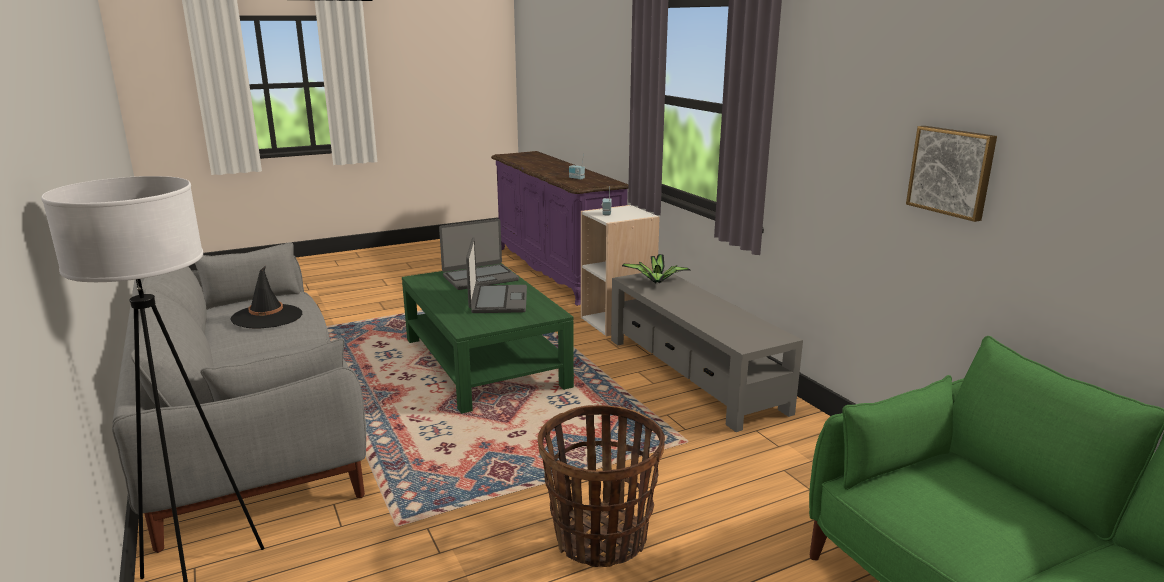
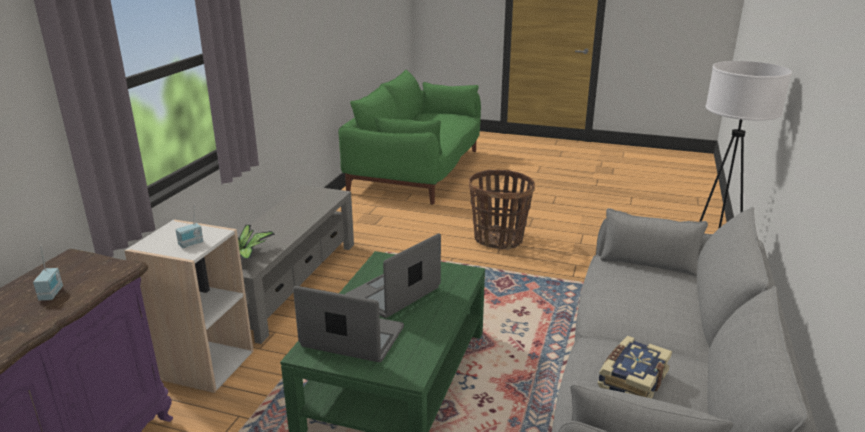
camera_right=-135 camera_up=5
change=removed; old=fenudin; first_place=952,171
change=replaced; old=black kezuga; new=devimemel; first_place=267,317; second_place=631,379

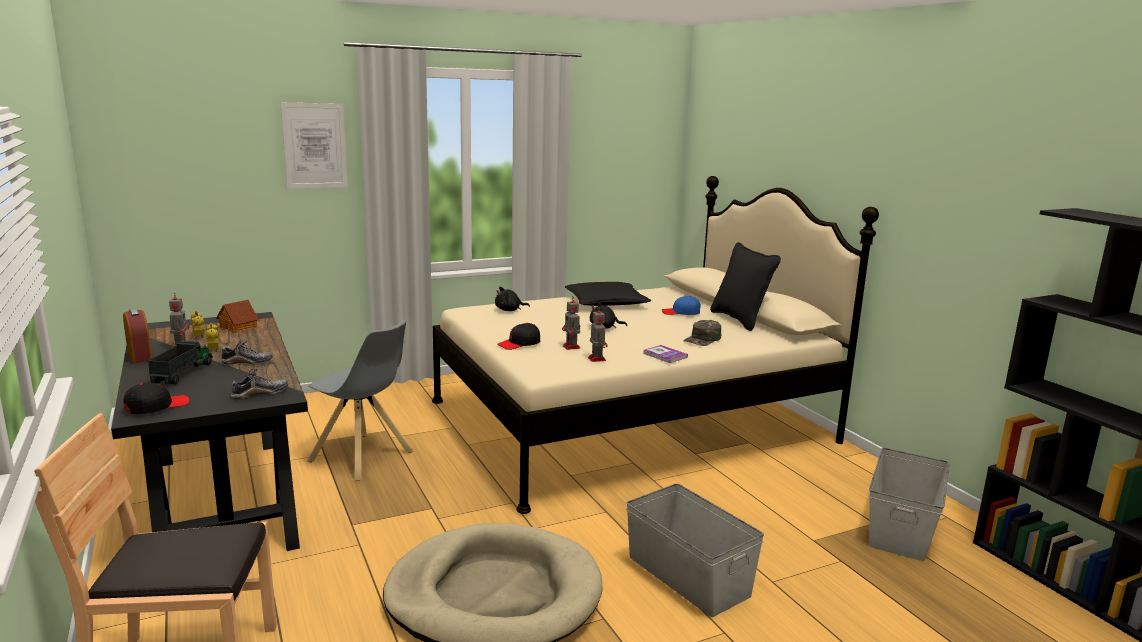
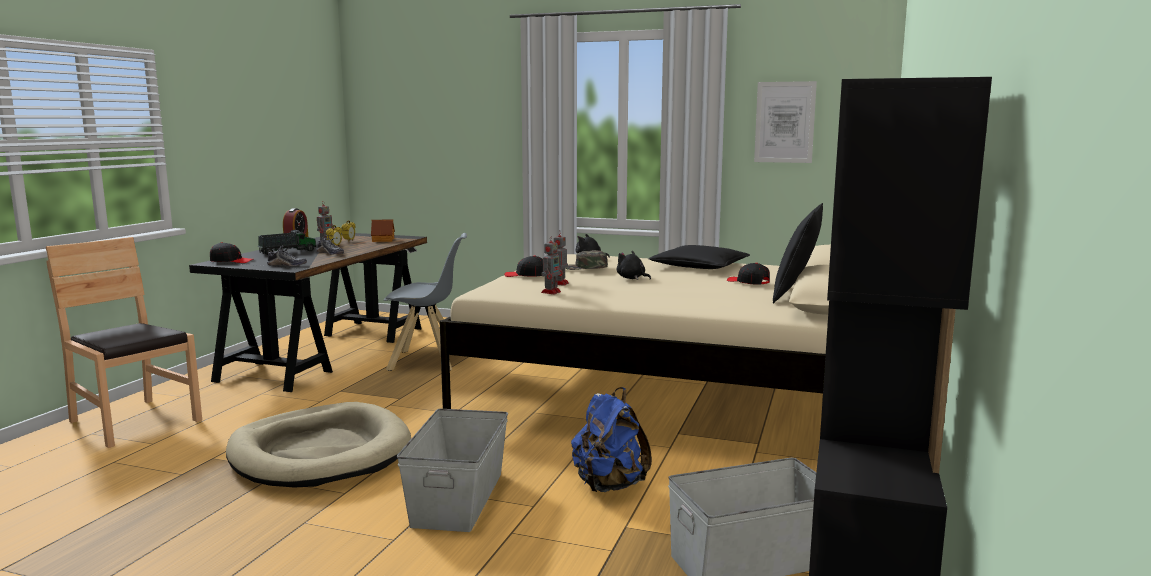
camera_right=45 camera_up=-5
change=removed; old=devimemel; first_place=665,355
change=added; new=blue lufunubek; second_place=609,485
change=moved; old=fenudin; first_place=314,145; second_place=784,122
change=moved; old=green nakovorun; first_place=703,339; second_place=584,267
change=recoloured; old=blue nakovorun; new=black nakovorun; first_place=681,313; second_place=748,282
change=turned; old=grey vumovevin; first_place=363,457; second_place=428,361; degrees=-75

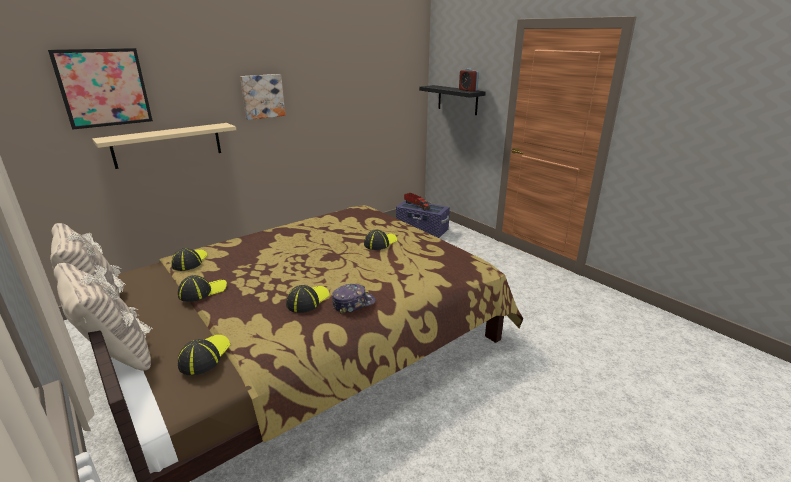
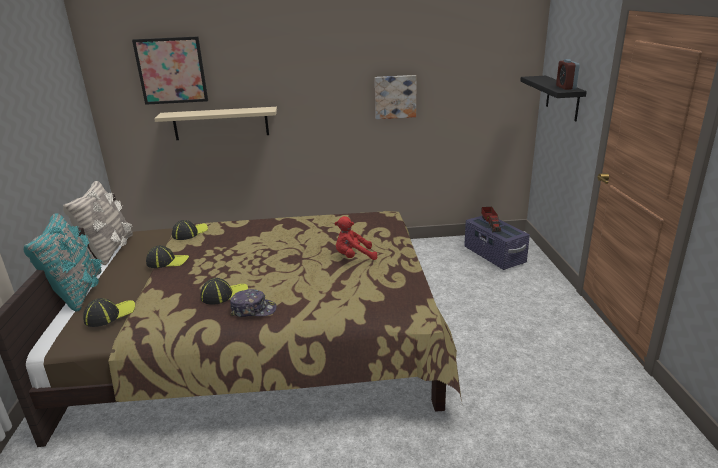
camera_right=35 camera_up=0
change=moved; old=fenudin; first_place=262,96; second_place=395,96
change=replaced; old=nakovorun; new=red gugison; first_place=380,242; second_place=353,257
change=recoloured; old=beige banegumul; new=turquoise banegumul; first_place=119,353; second_place=78,292

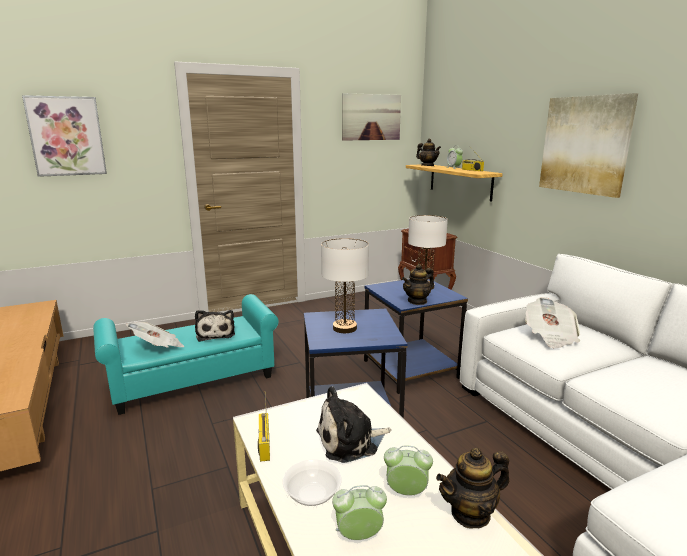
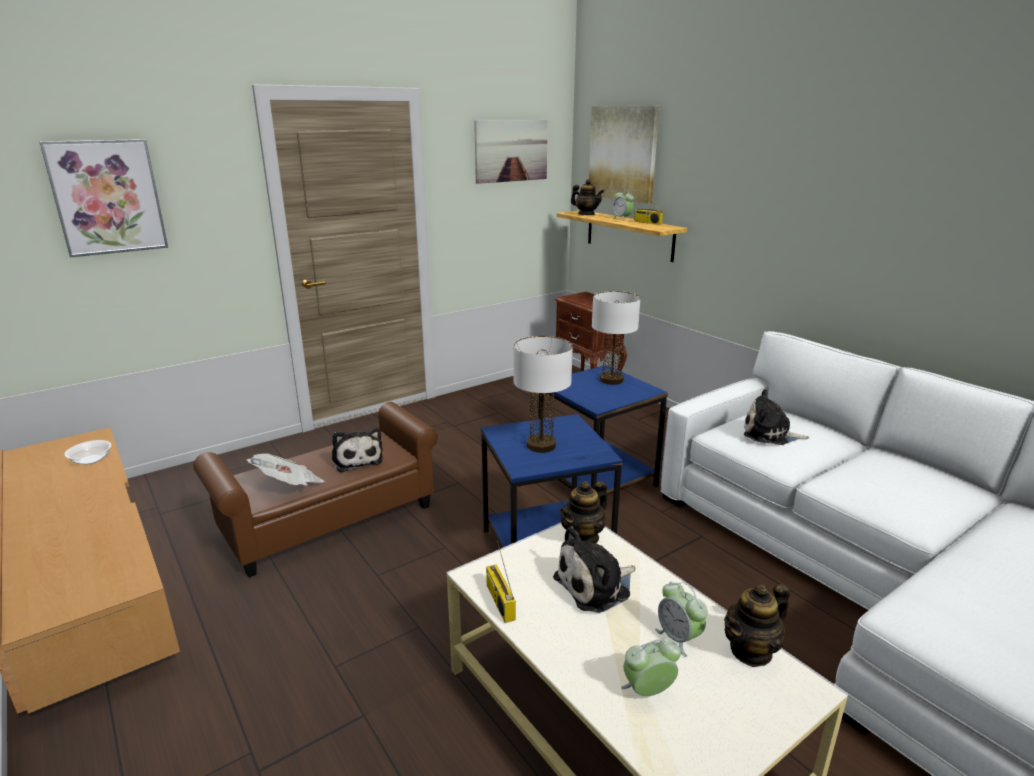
camera_right=-10 camera_up=5
change=moved; old=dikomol; first_place=312,494; second_place=91,460
change=moved; old=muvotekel; first_place=417,301; second_place=583,537
change=moved; old=fenudin; first_place=585,145; second_place=623,153
change=replaced; old=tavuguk; new=gugison; first_place=550,336; second_place=769,434
change=recoloured; old=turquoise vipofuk; new=brown vipofuk; first_place=194,380; second_place=330,521
change=turned; old=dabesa; first_place=406,493; second_place=678,638; degrees=-120

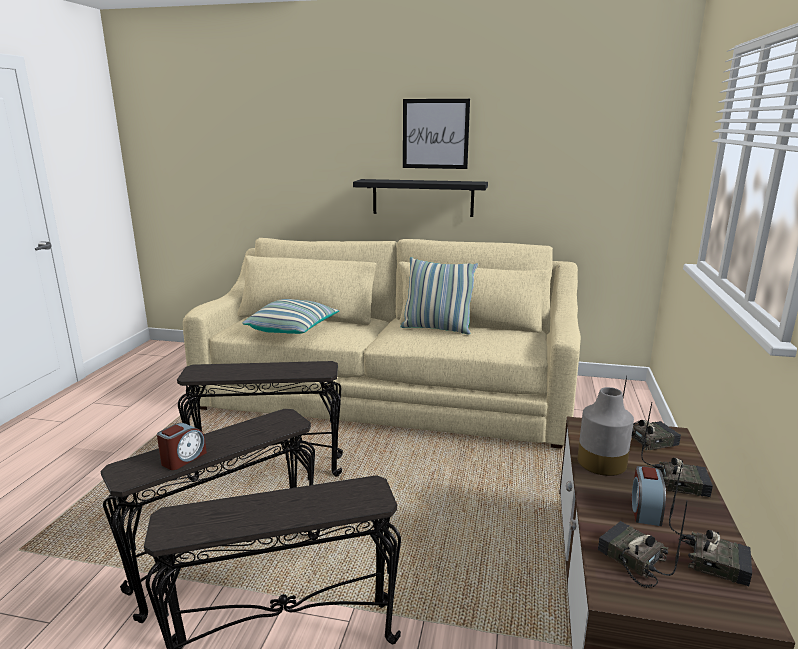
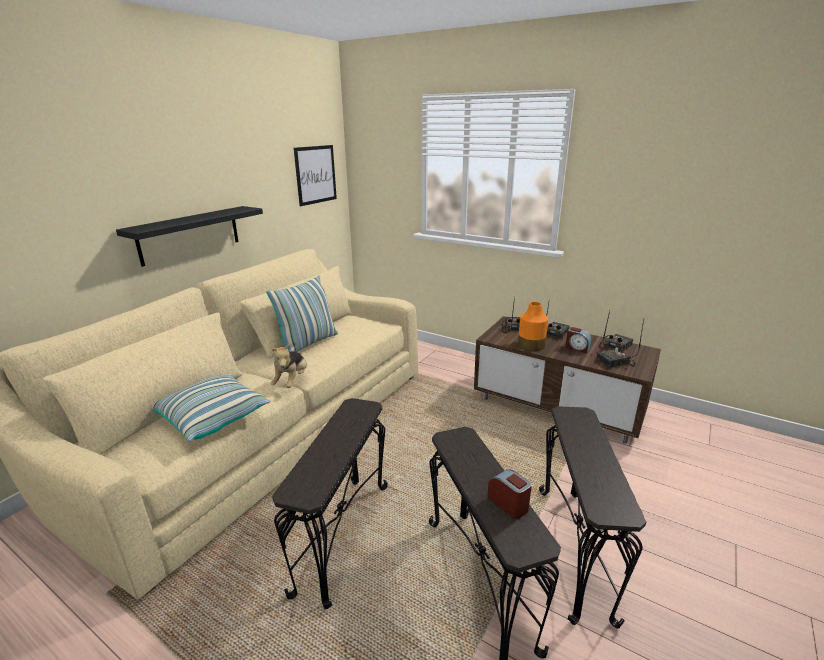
camera_right=-70 camera_up=5
change=added; new=gugison; second_place=292,381
change=moved; old=fenudin; first_place=435,134; second_place=315,174
change=recoloured; old=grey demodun; new=orange demodun; first_place=601,462; second_place=531,345

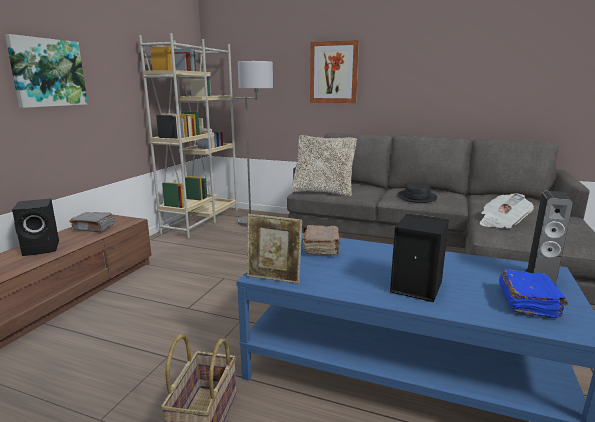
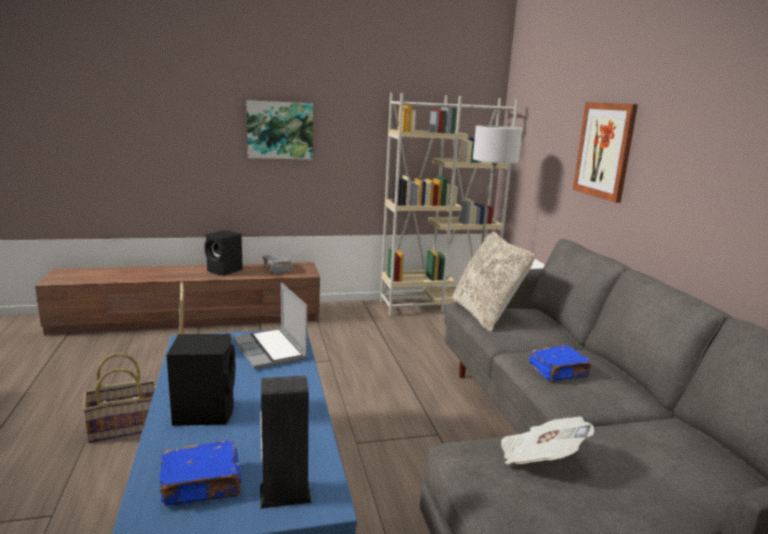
camera_right=55 camera_up=0
change=replaced; old=brown devimemel; new=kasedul; first_place=322,248; second_place=271,350
change=replaced; old=black kezuga; new=blue devimemel; first_place=417,197; second_place=559,372

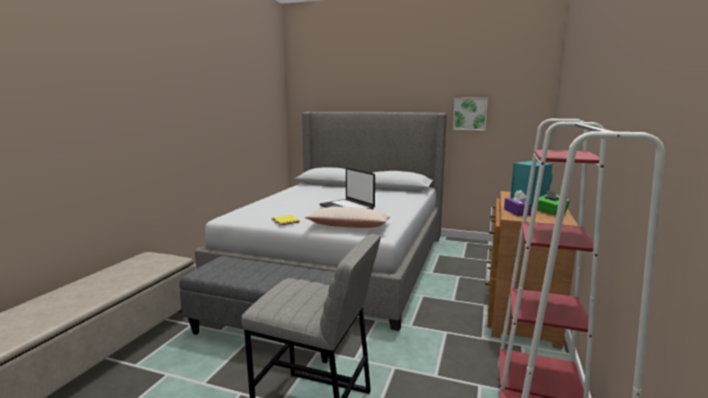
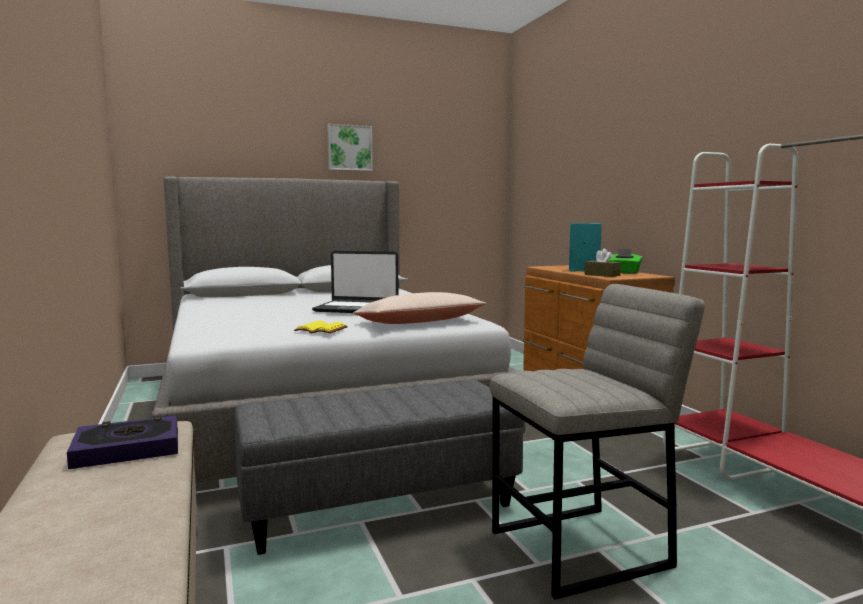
camera_right=-40 camera_up=-5
change=added; new=devimemel; second_place=127,449
change=moved; old=fenudin; first_place=470,114; second_place=349,148
change=recoloured; old=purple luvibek; new=brown luvibek; first_place=516,212; second_place=602,275

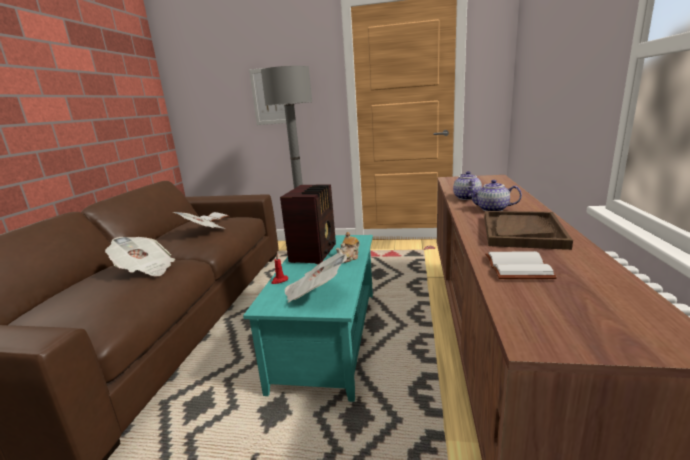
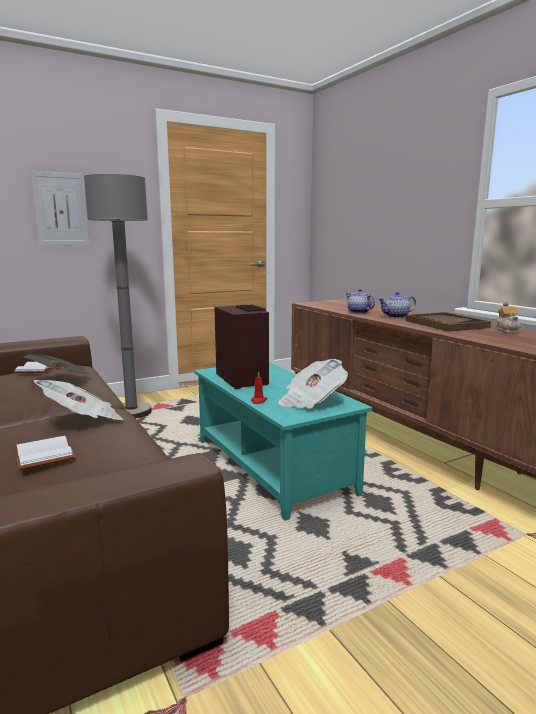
camera_right=-40 camera_up=-5
change=moved; old=muvotekel; first_place=349,258; second_place=507,330
change=moved; old=white devimemel; first_place=515,267; second_place=42,454

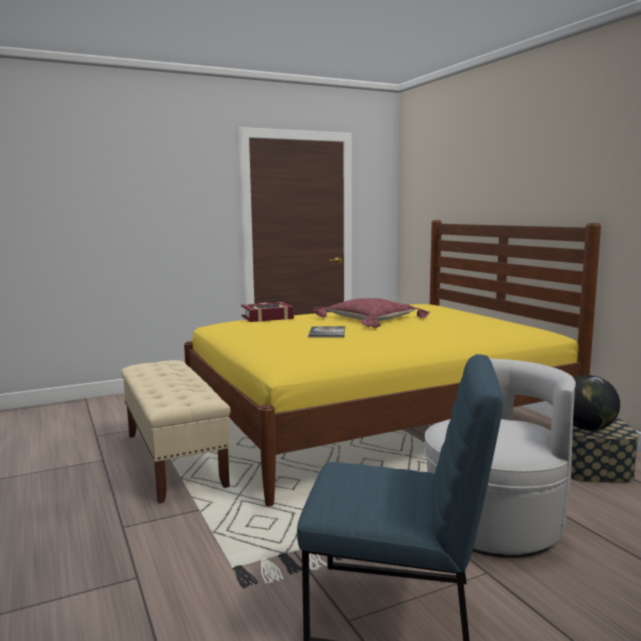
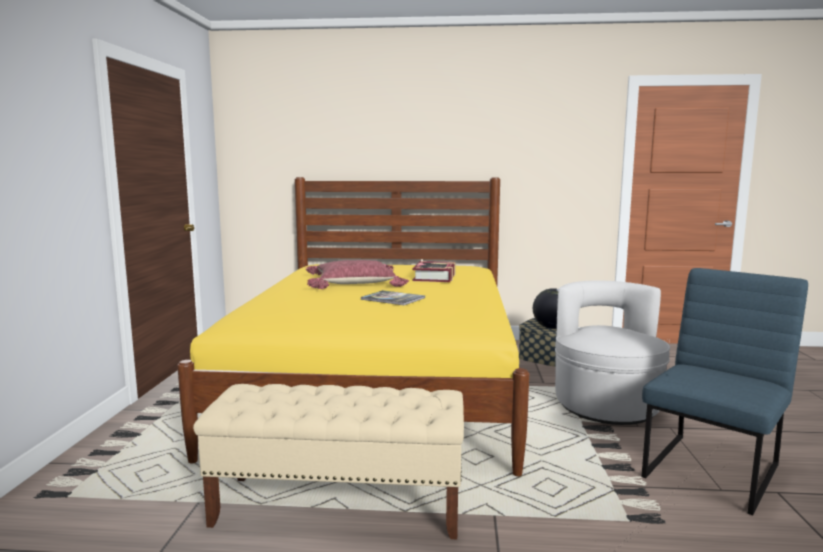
camera_right=-60 camera_up=0
change=moved; old=devimemel; first_place=267,317; second_place=435,277

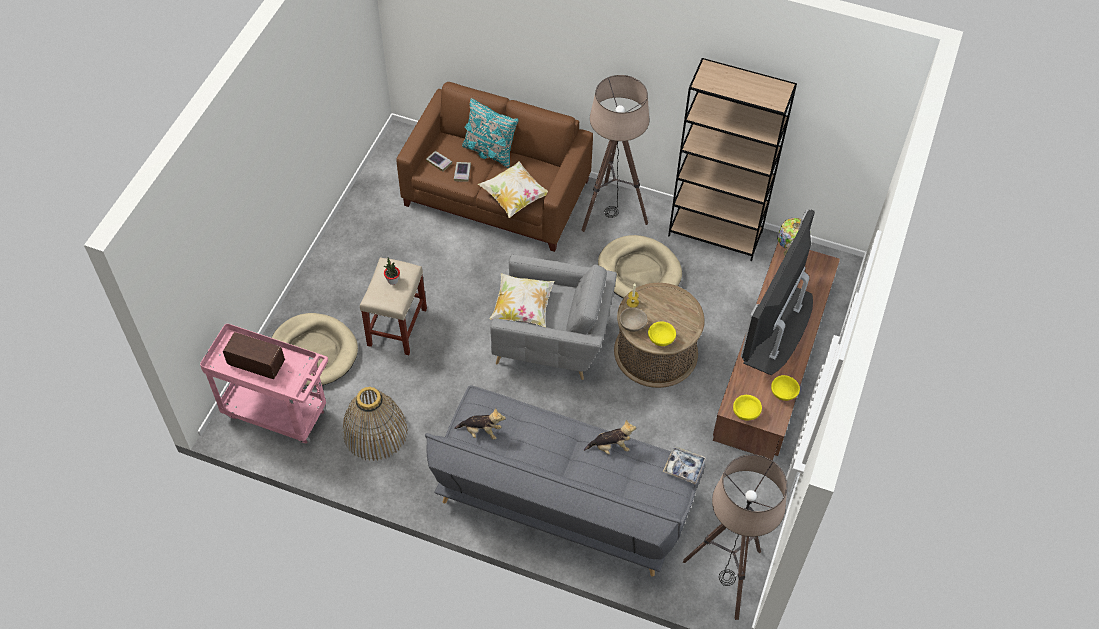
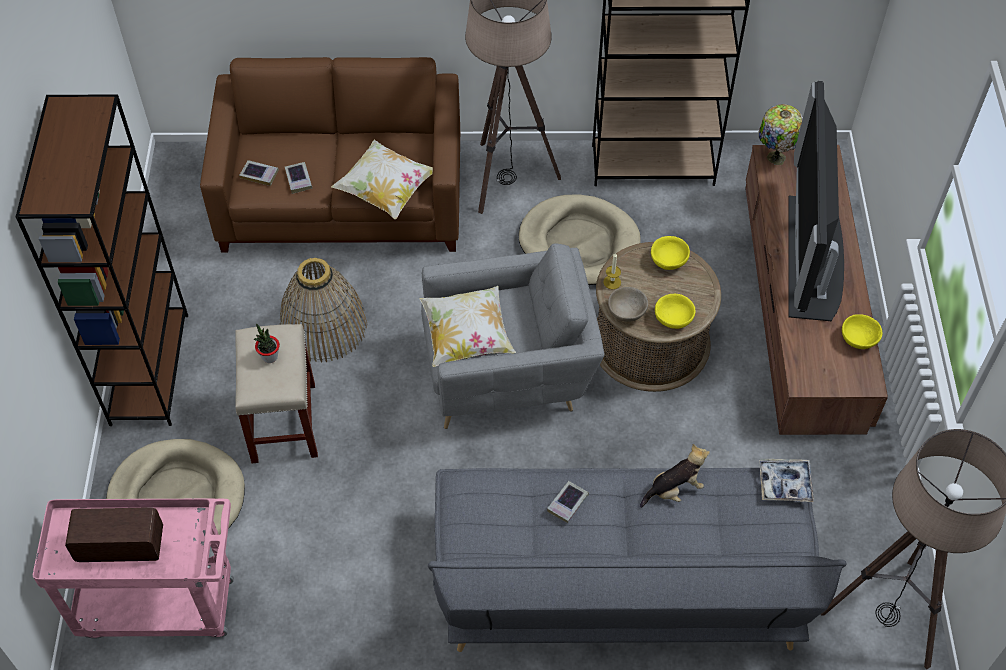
camera_right=-20 camera_up=0
change=removed; old=gugison; first_place=481,431
change=removed; old=turquoise banegumul; first_place=489,152
change=added; new=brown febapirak; second_place=149,368
change=added; new=devimemel; second_place=568,503
change=moved; old=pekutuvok; first_place=375,432; second_place=323,326
change=moved; old=yellow dikomol; first_place=746,412; second_place=668,260

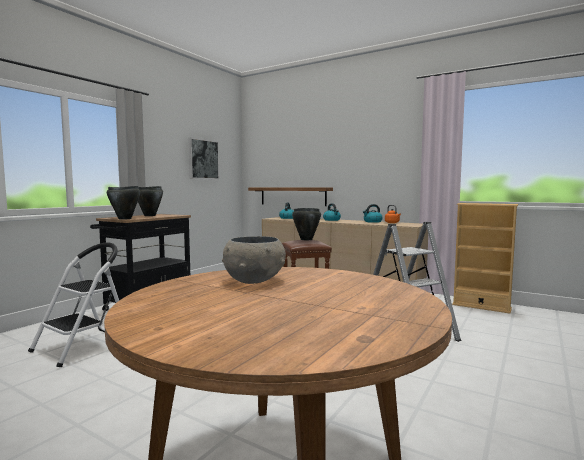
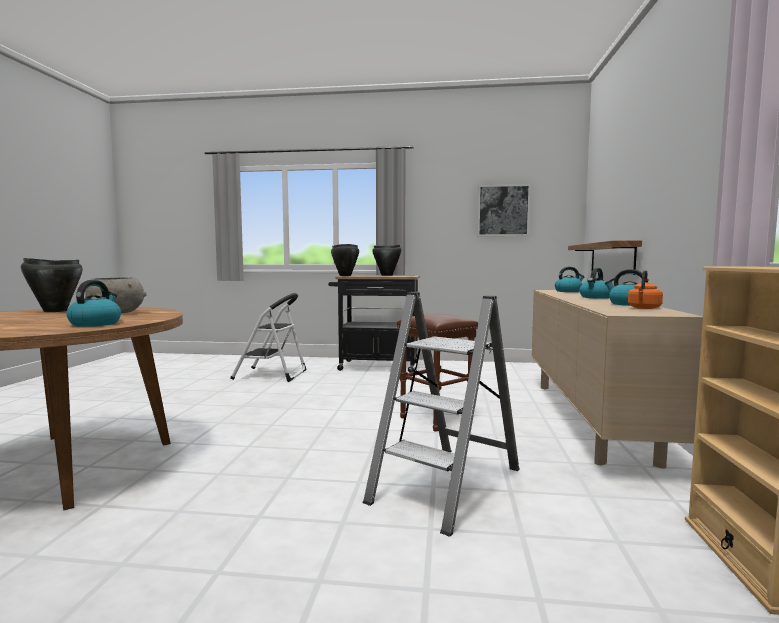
camera_right=65 camera_up=0
change=added; new=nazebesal; second_place=95,324
change=moved; old=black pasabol; first_place=306,239; second_place=55,311

